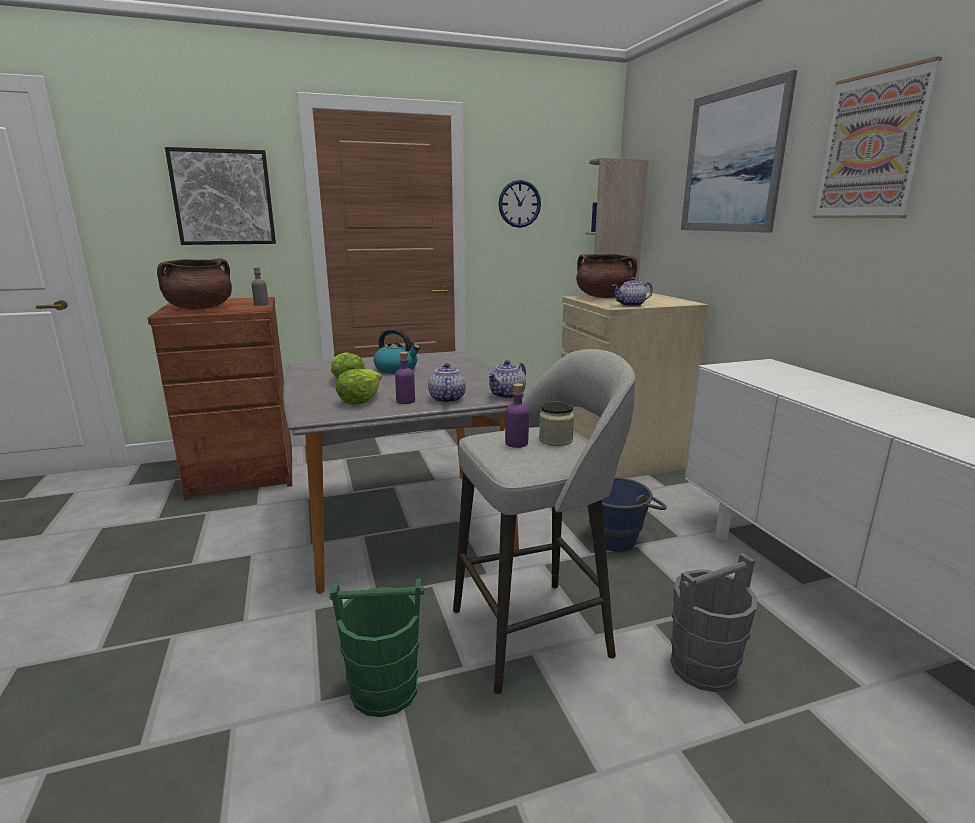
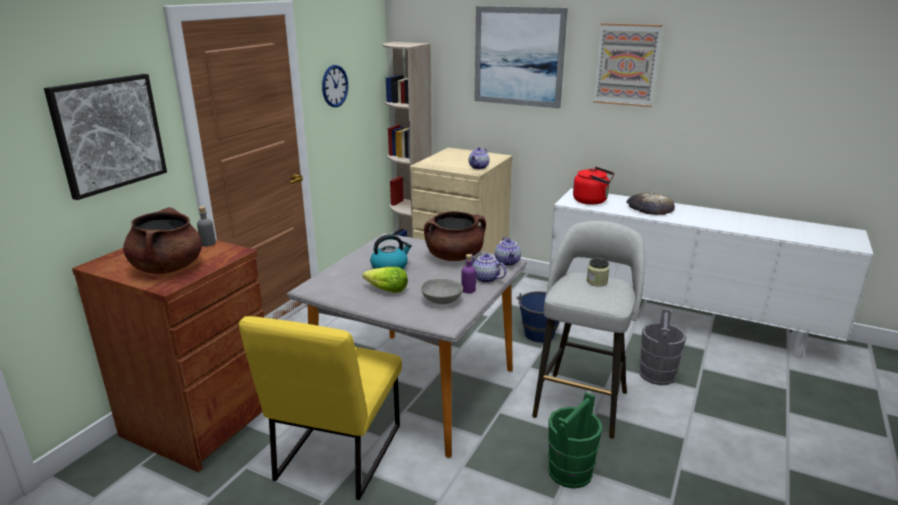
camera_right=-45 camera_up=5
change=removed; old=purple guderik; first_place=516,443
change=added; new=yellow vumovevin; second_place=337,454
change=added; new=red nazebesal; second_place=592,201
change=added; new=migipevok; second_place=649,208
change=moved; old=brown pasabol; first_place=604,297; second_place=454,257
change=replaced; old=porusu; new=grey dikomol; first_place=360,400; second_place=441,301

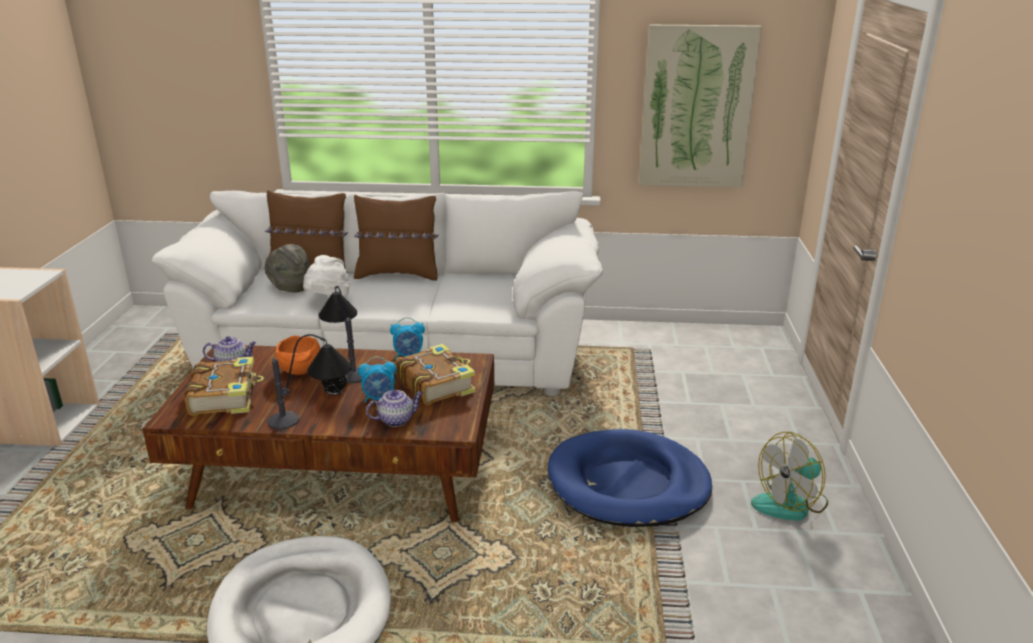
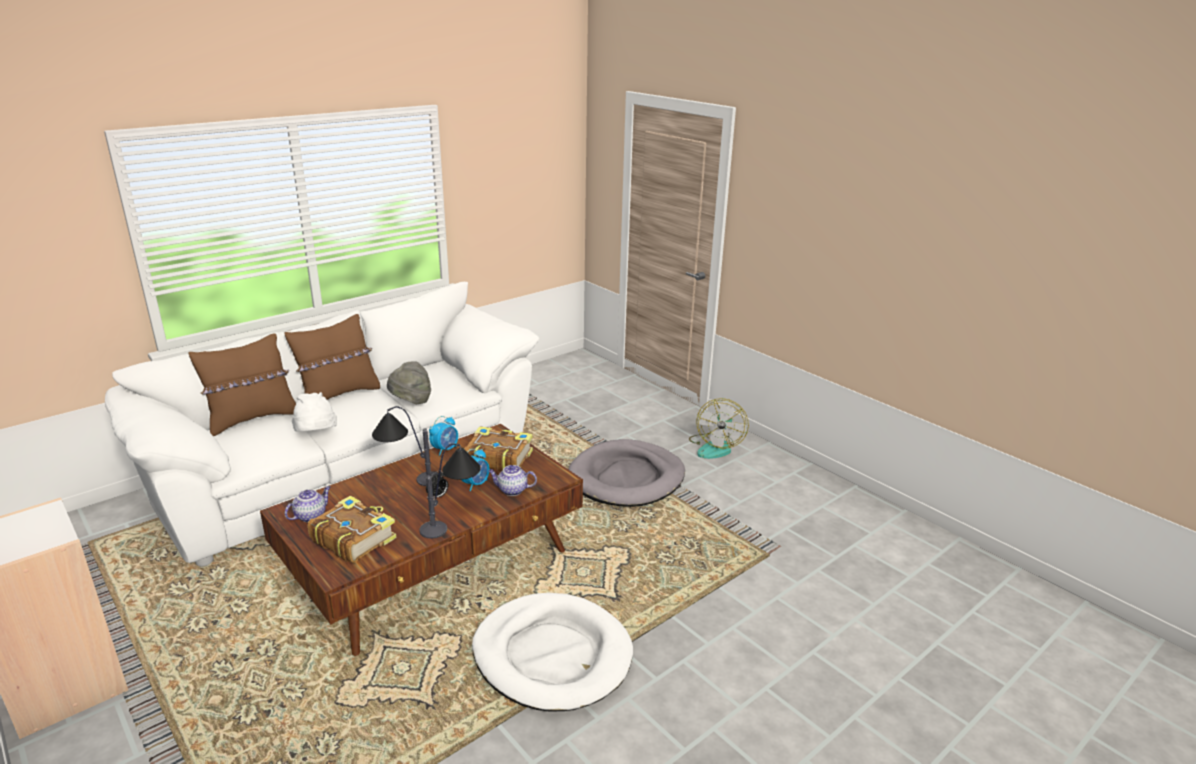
camera_right=-45 camera_up=0
change=removed; old=orange dikomol; first_place=301,371
change=removed; old=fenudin; first_place=696,108
change=moved; old=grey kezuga; first_place=290,287; second_place=411,401
change=recoloured; old=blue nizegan; new=grey nizegan; first_place=628,484; second_place=627,478
change=turned; old=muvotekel; first_place=396,420; second_place=512,490; degrees=-105

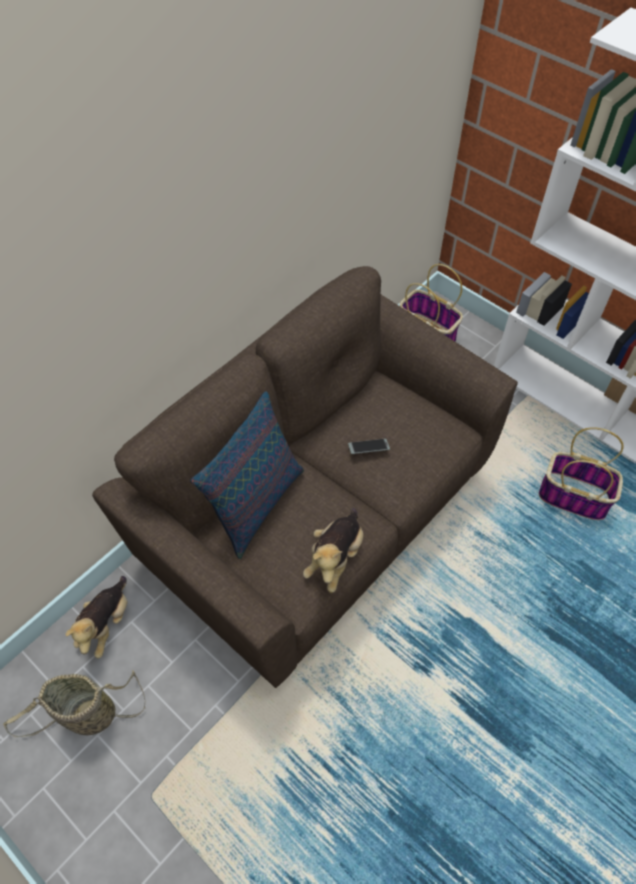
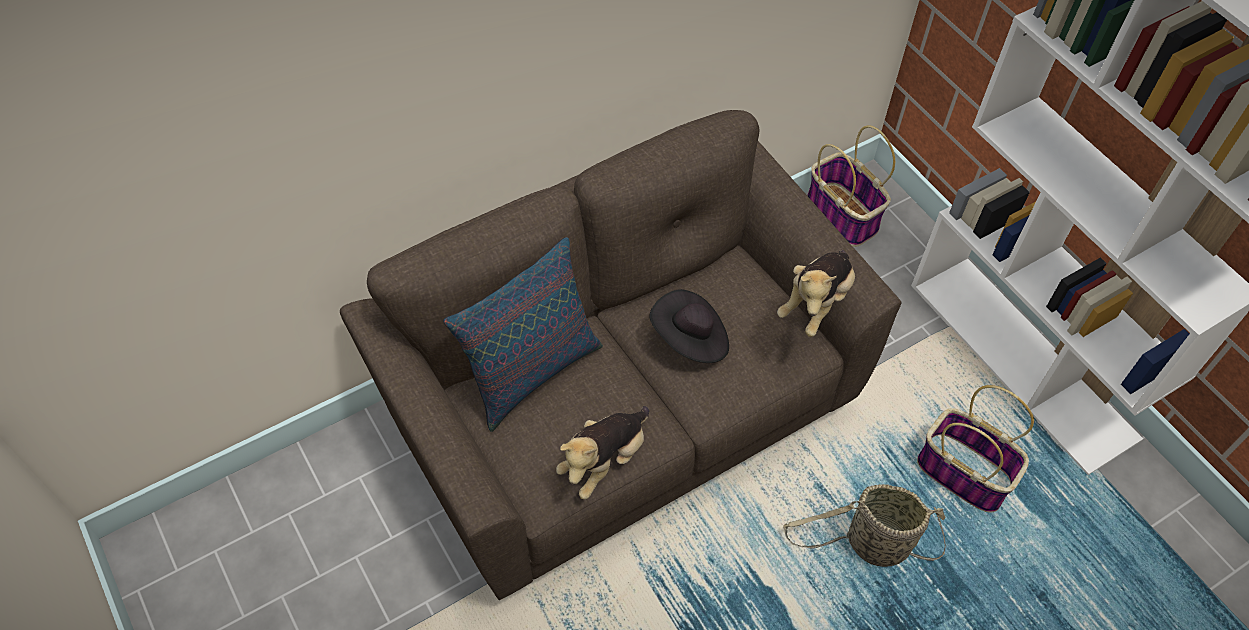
camera_right=15 camera_up=0
change=moved; old=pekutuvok; first_place=86,716; second_place=871,545
change=moved; old=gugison; first_place=106,624; second_place=816,303
change=replaced; old=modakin; new=black kezuga; first_place=368,448; second_place=690,340

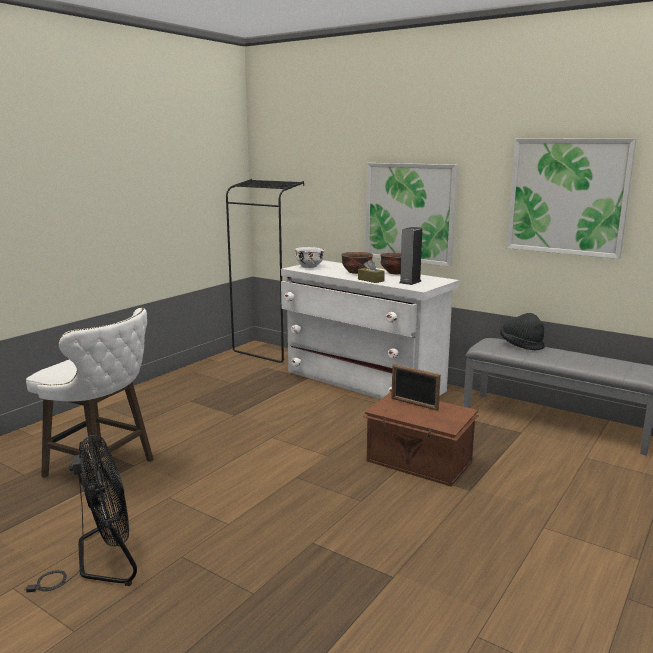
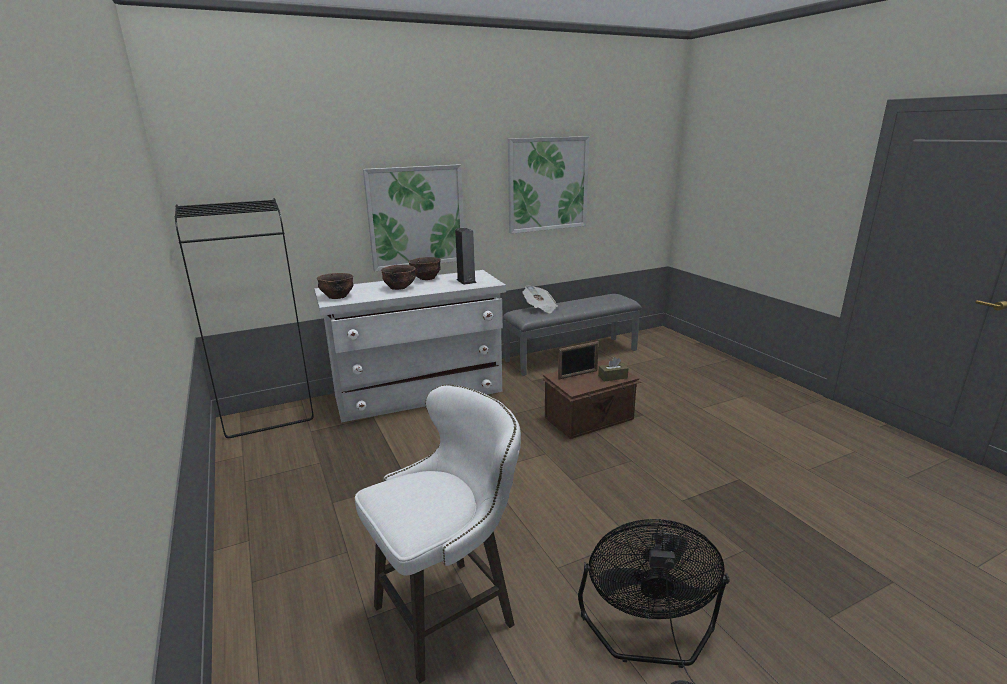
camera_right=-60 camera_up=5
change=moved; old=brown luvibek; first_place=371,280; second_place=612,377
change=replaced; old=black kezuga; new=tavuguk; first_place=521,345; second_place=540,308
change=recoloured; old=white dikomol; new=brown dikomol; first_place=309,266; second_place=337,297

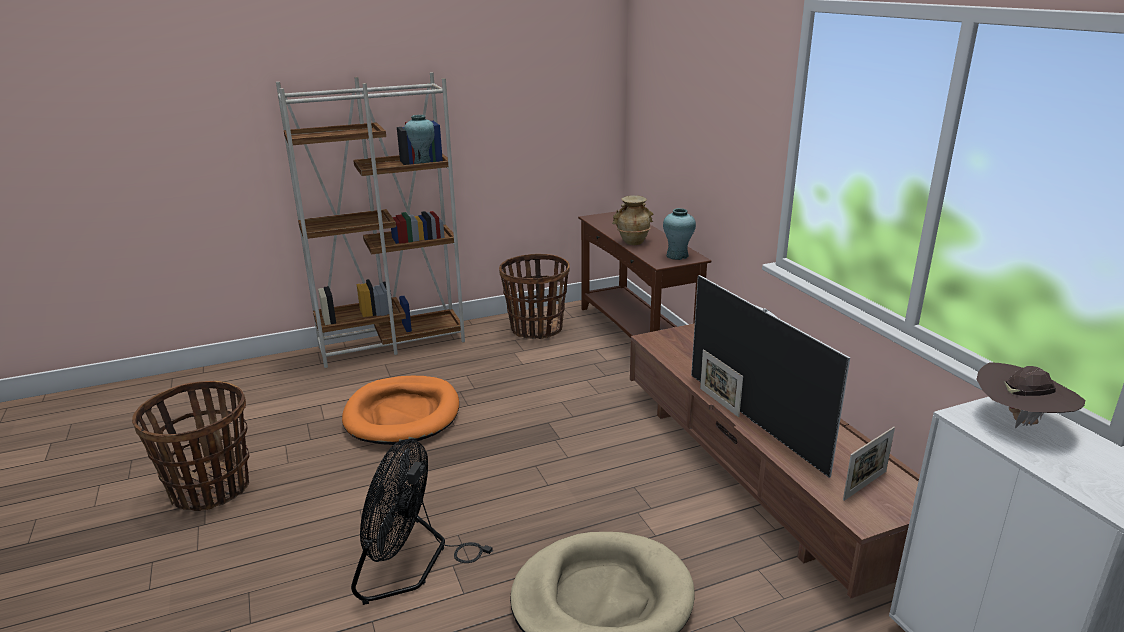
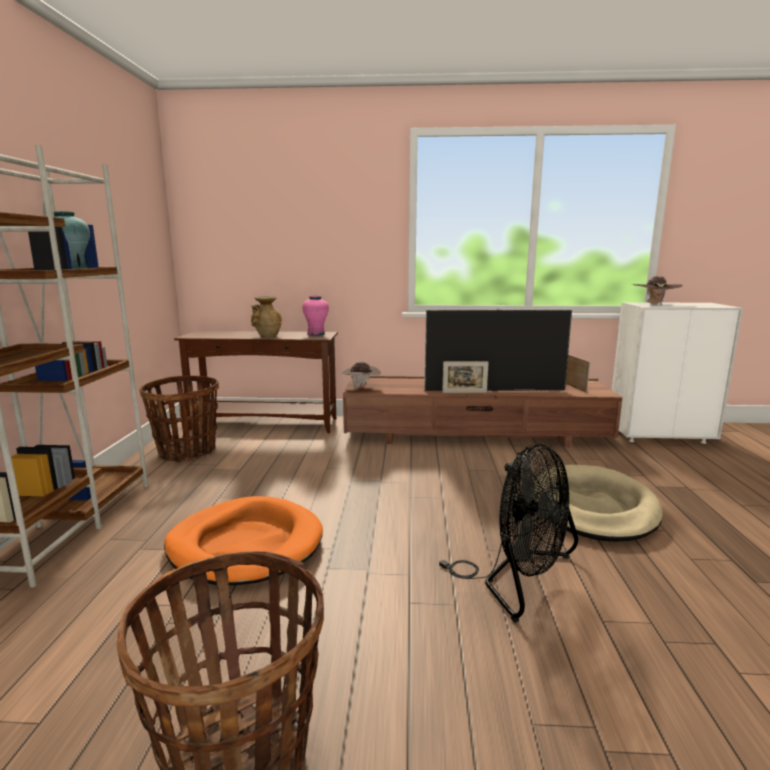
camera_right=-65 camera_up=-10
change=added; new=brown kezuga; second_place=361,388
change=recoloured; old=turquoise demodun; new=pink demodun; first_place=677,256; second_place=316,334
change=turned; old=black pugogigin; first_place=417,559; second_place=516,578; degrees=-90

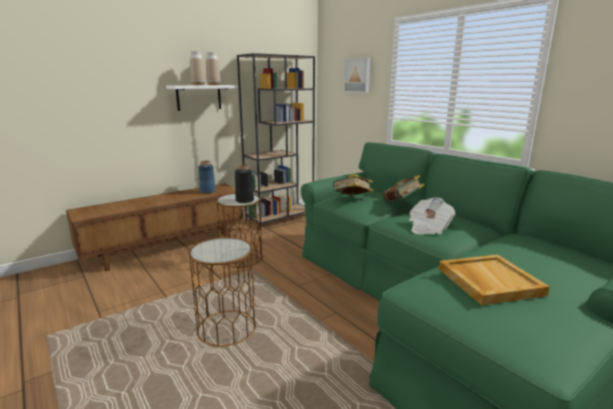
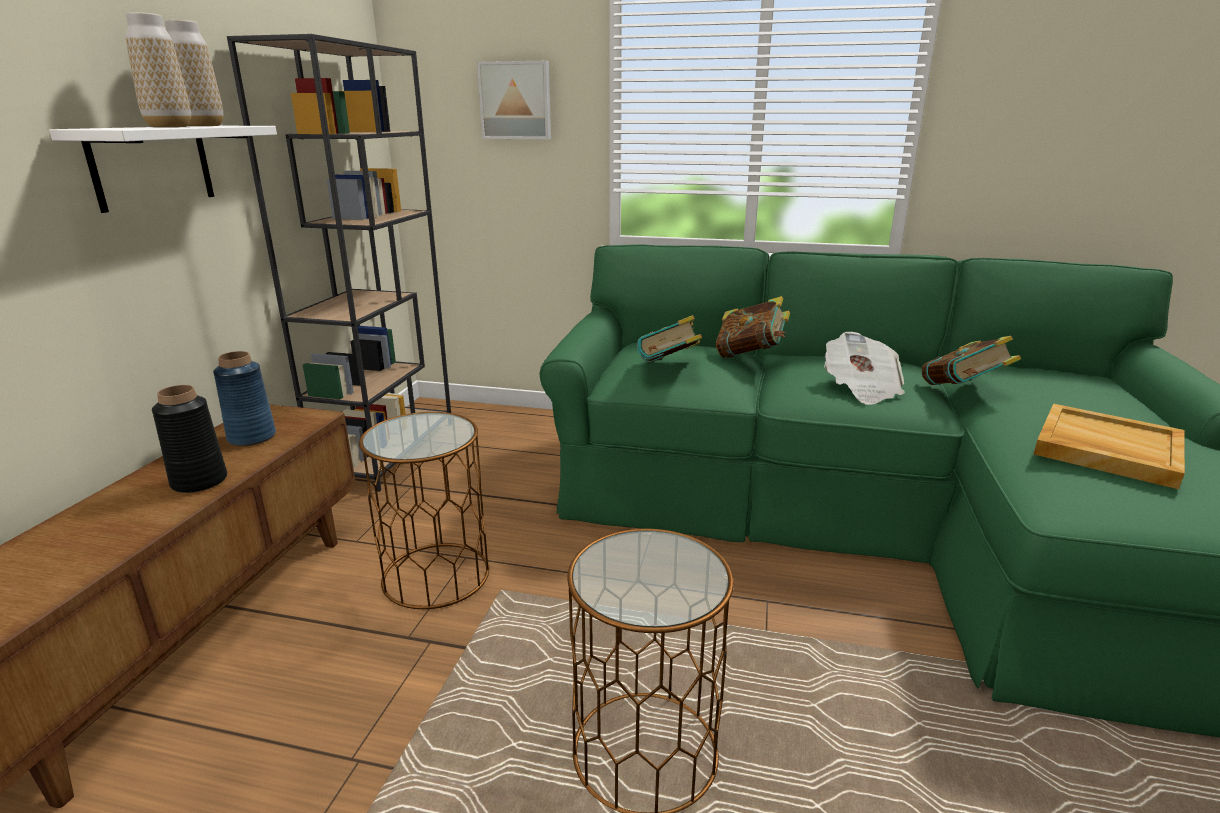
camera_right=-40 camera_up=5
change=added; new=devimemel; second_place=962,392
change=moved; old=black demodun; first_place=244,200; second_place=199,481

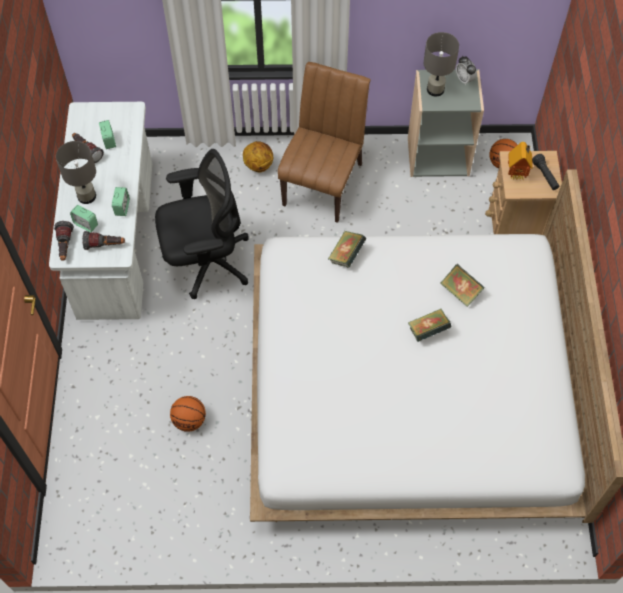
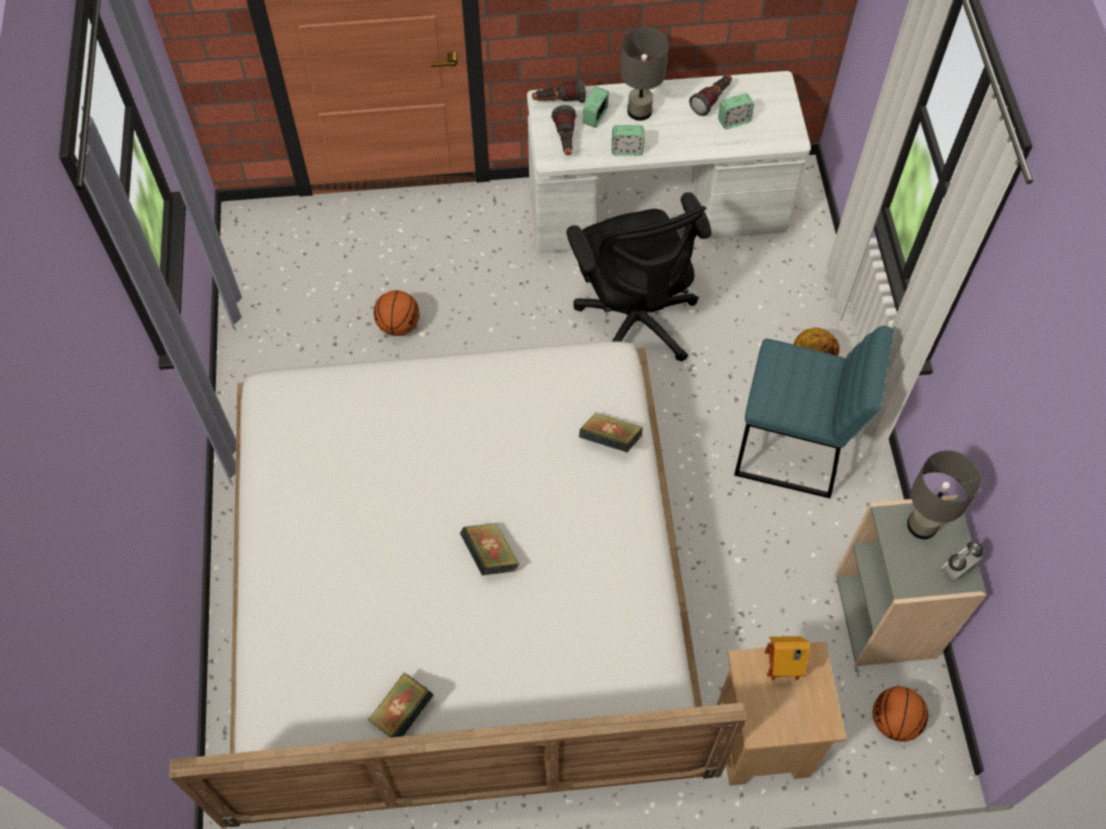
camera_right=85 camera_up=0
change=removed; old=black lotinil; first_place=545,176
change=moved; old=devimemel; first_place=460,291; second_place=402,713
change=replaced; old=brown vumovevin; new=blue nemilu; first_place=323,185; second_place=793,450

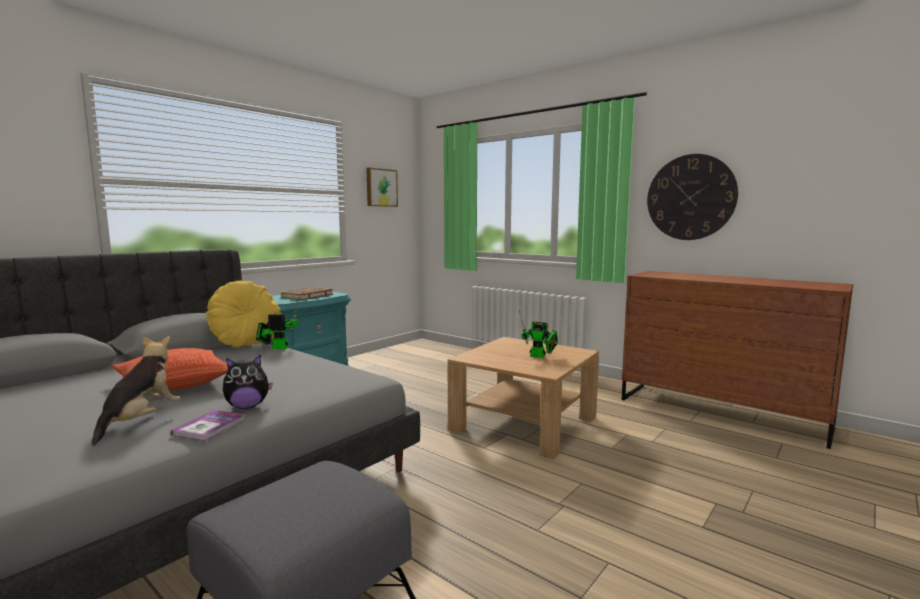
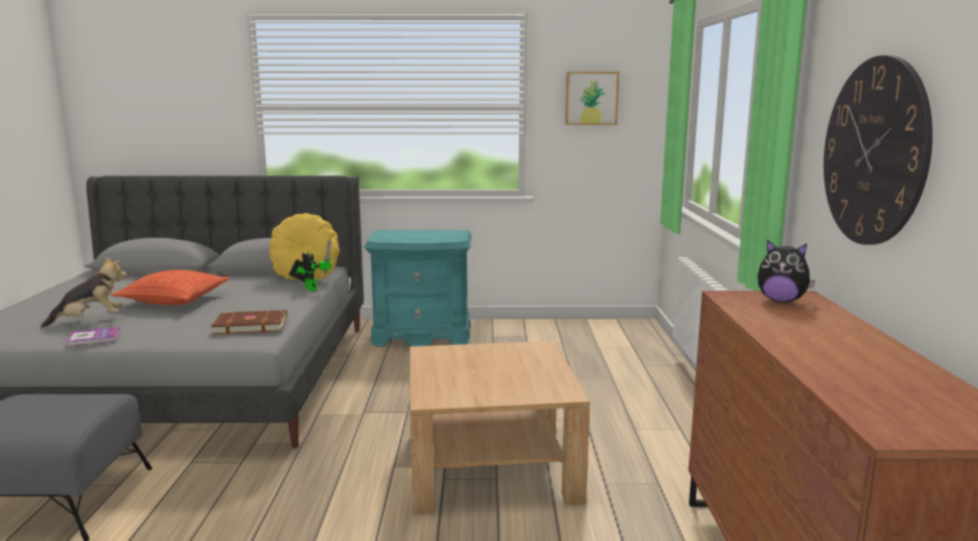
camera_right=50 camera_up=5
change=removed; old=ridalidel; first_place=540,356
change=moved; old=gugison; first_place=247,406; second_place=781,301
change=moved; old=brown devimemel; first_place=307,296; second_place=250,325

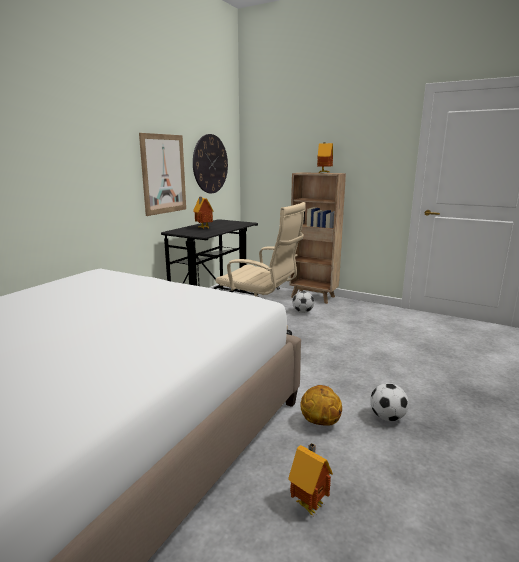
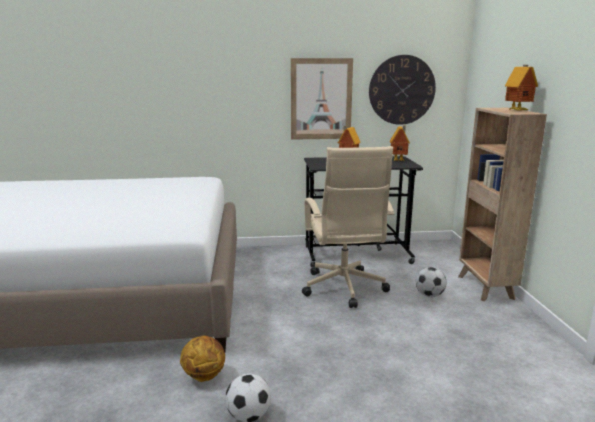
camera_right=55 camera_up=0
change=moved; old=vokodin; first_place=310,504; second_place=399,160

